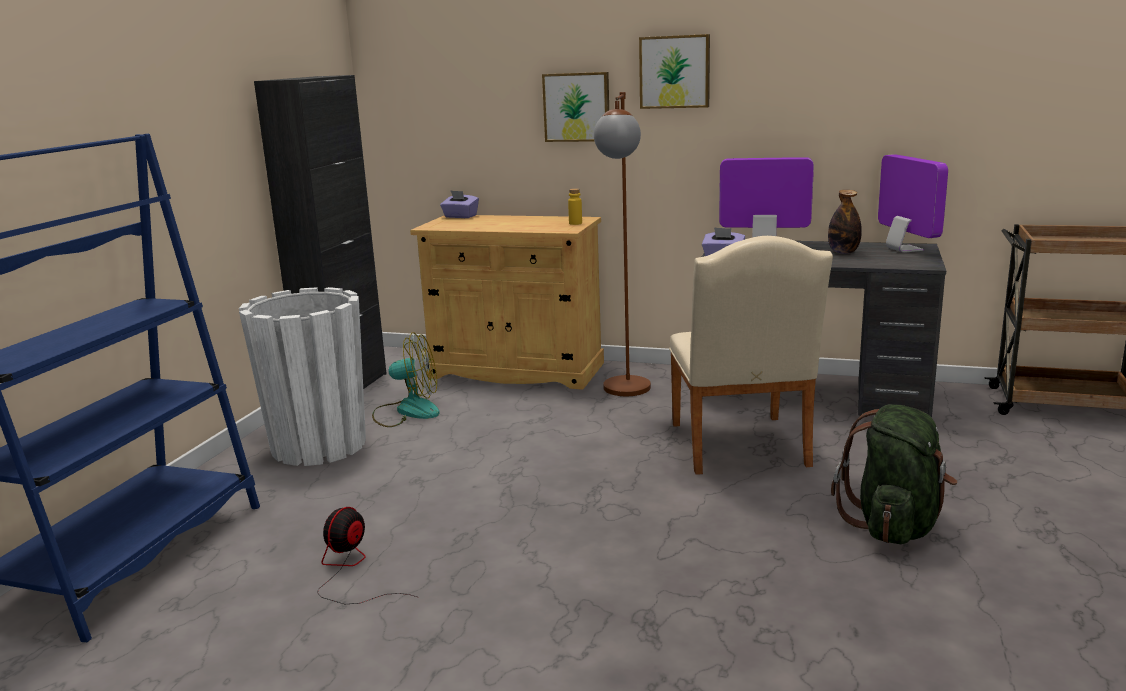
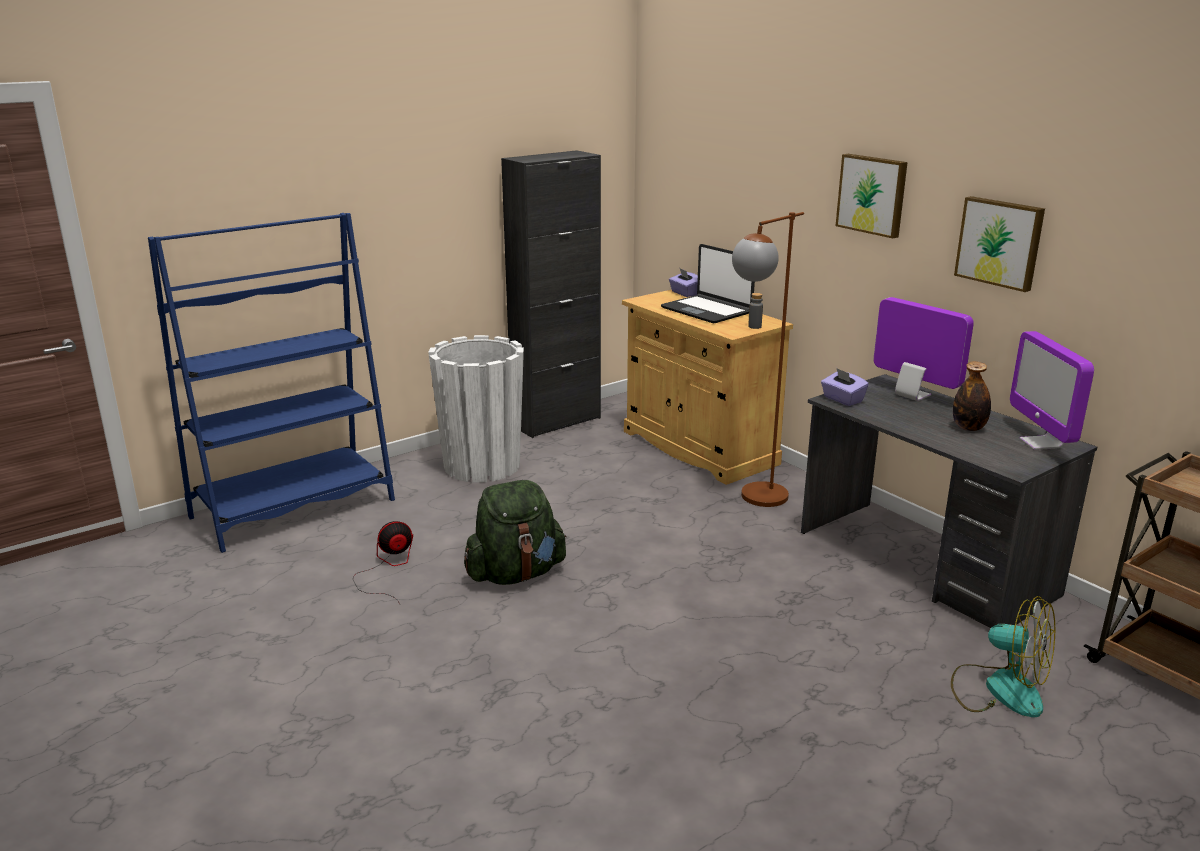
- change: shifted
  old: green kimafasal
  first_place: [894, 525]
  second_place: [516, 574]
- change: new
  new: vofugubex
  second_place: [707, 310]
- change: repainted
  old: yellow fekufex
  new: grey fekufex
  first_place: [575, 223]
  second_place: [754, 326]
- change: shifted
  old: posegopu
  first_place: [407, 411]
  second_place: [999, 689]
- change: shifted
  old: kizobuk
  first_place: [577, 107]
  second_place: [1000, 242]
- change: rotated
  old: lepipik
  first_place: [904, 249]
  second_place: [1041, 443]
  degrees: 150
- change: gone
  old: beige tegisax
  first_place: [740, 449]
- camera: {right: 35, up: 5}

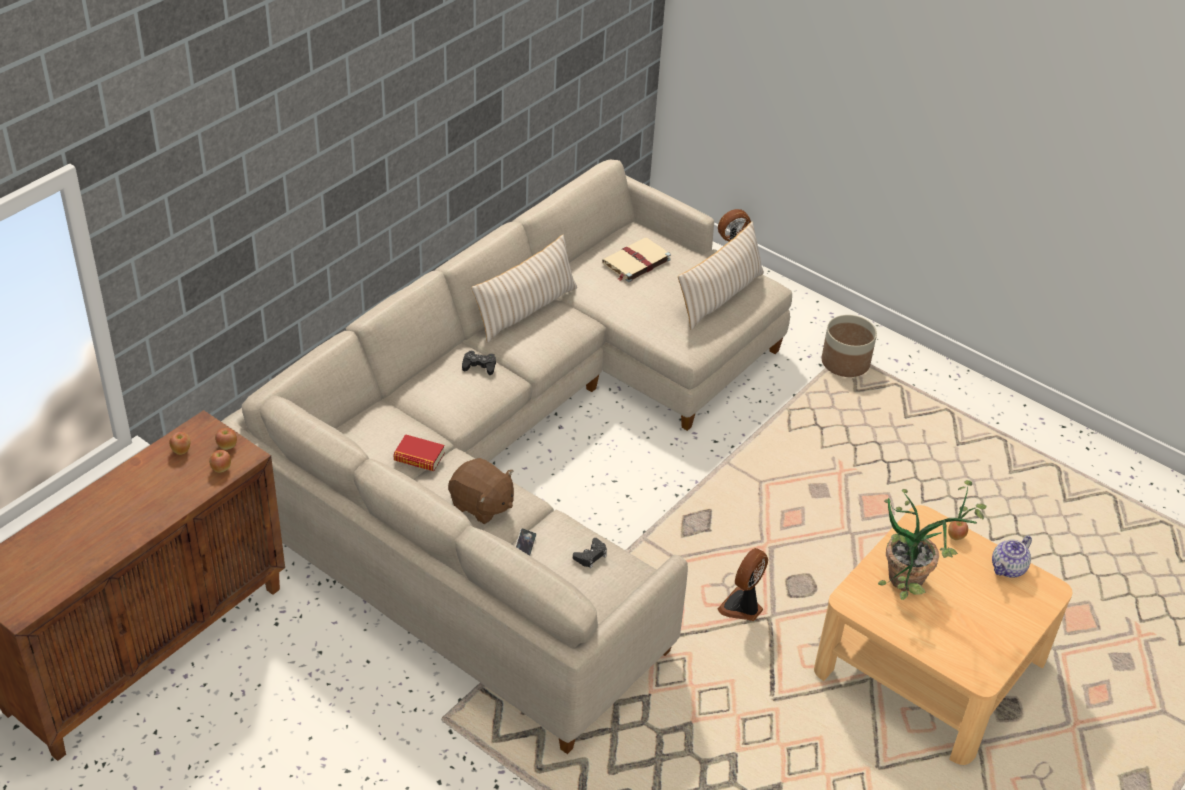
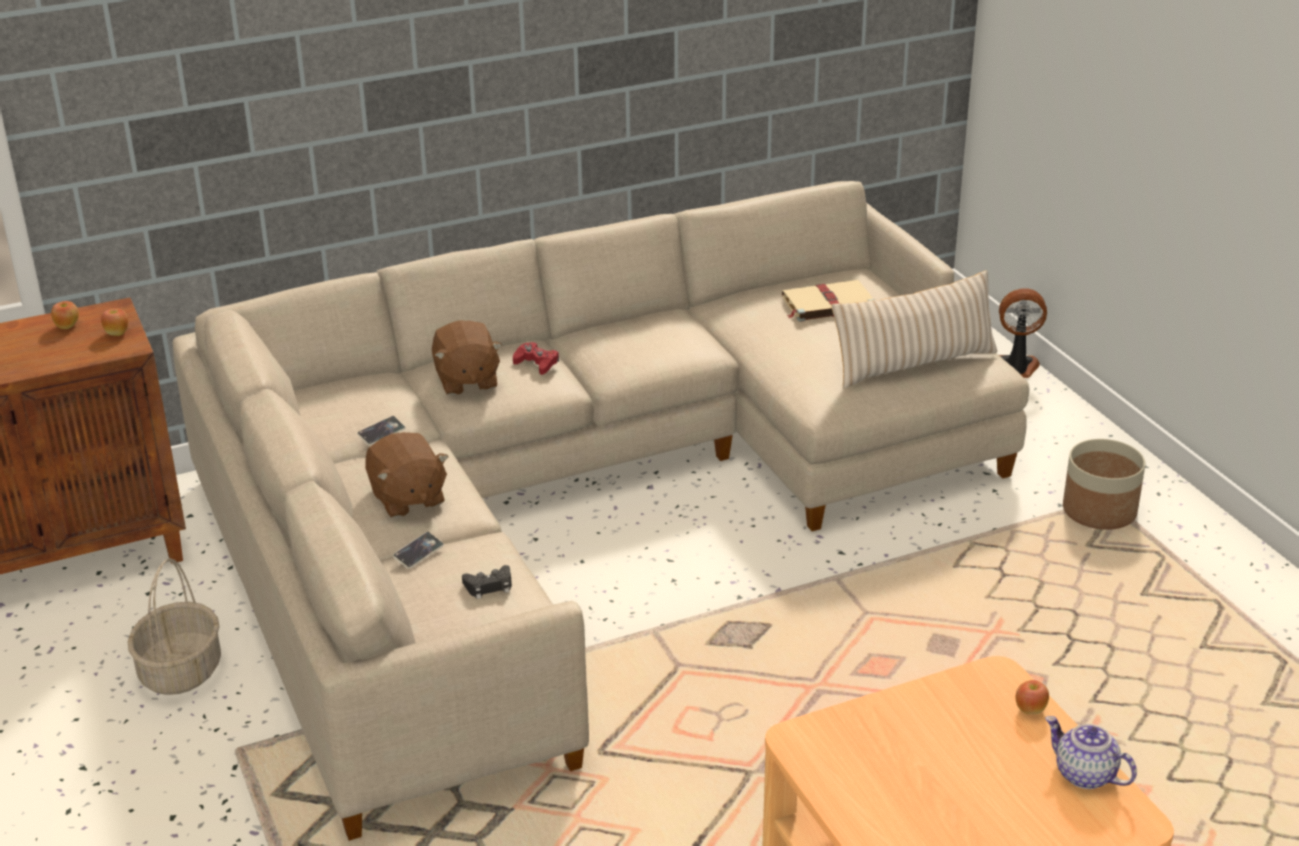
- change: new
  new: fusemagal
  second_place: [181, 672]
- change: swapped
  old: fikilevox
  new: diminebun
  first_place: [419, 457]
  second_place: [381, 433]
- change: new
  new: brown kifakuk
  second_place: [466, 381]
- change: repainted
  old: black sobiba
  new: red sobiba
  first_place: [479, 366]
  second_place: [536, 363]
- change: rotated
  old: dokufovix
  first_place: [1008, 568]
  second_place: [1084, 774]
  degrees: 60
- change: gone
  old: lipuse
  first_place: [221, 468]
- change: gone
  old: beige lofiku
  first_place: [526, 310]
- change: gone
  old: posegopu
  first_place: [742, 607]
- change: gone
  old: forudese
  first_place: [912, 585]
- camera: {right: 30, up: -10}

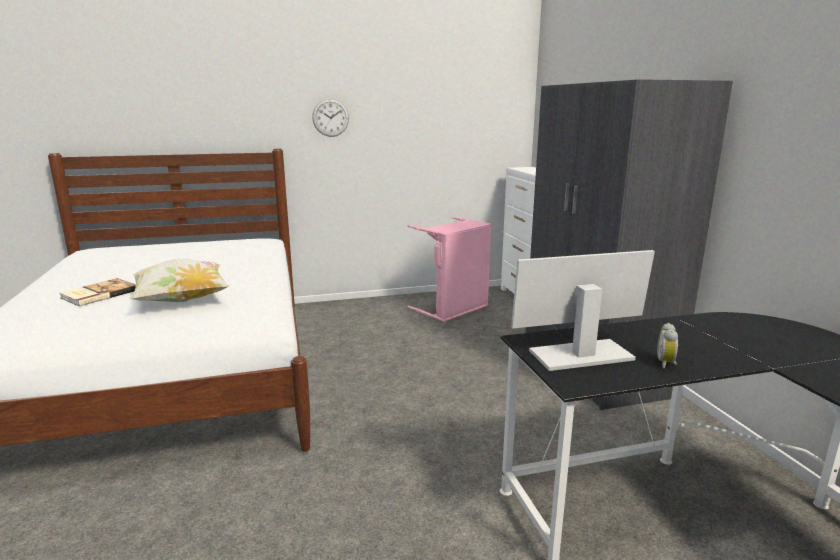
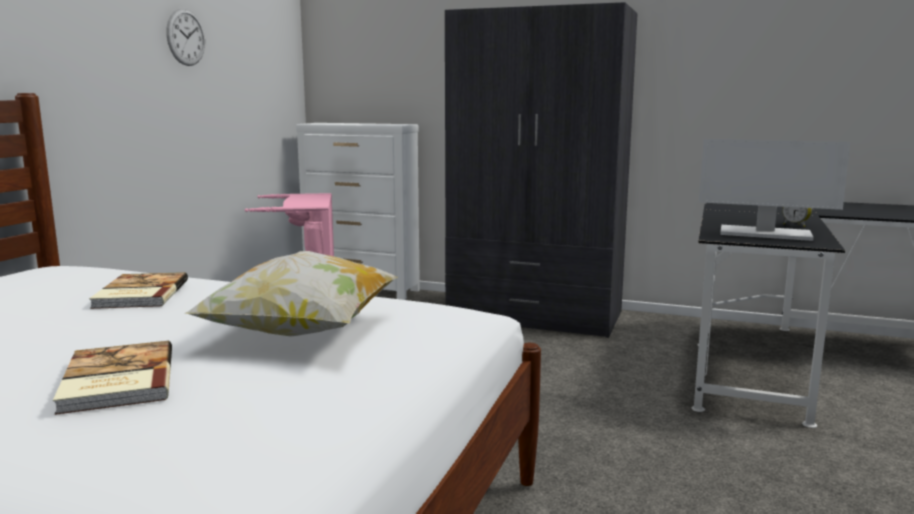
- change: new
  new: fikilevox
  second_place: [139, 294]
- change: shifted
  old: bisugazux
  first_place: [330, 117]
  second_place: [186, 37]
- change: rotated
  old: lepipik
  first_place: [581, 355]
  second_place: [764, 234]
  degrees: -90
- camera: {right: -55, up: -5}

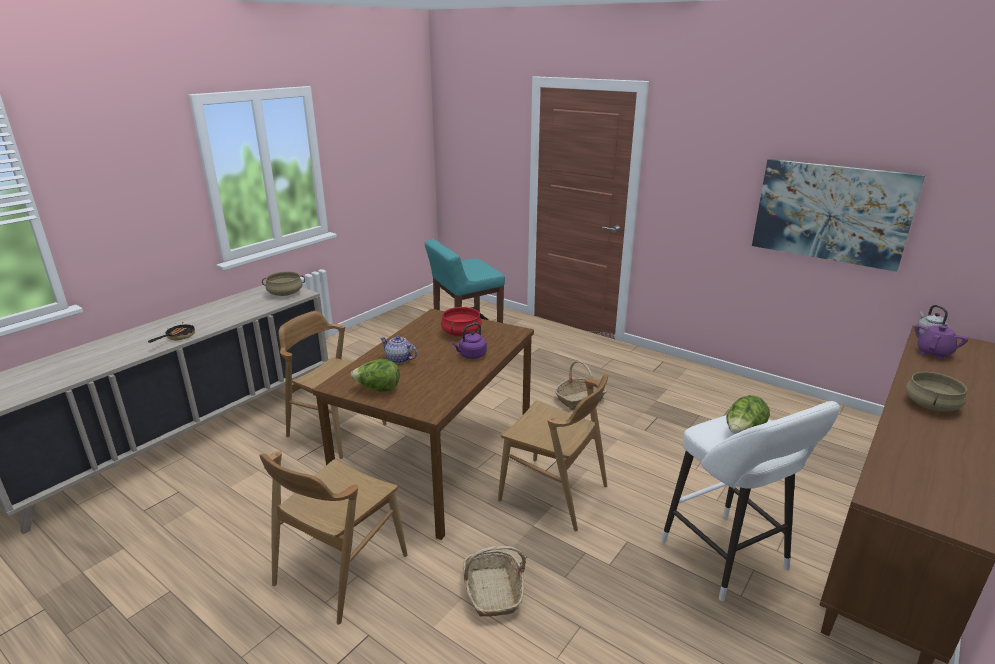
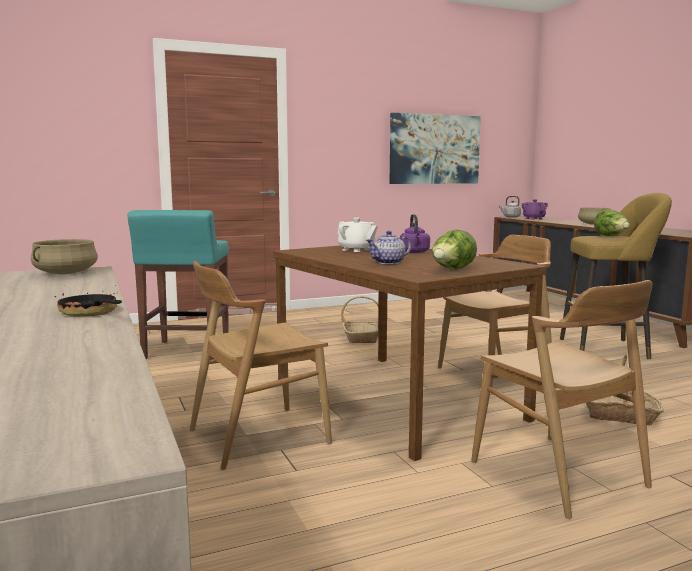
- change: swapped
  old: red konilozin
  new: white dokufovix
  first_place: [461, 333]
  second_place: [356, 250]
- change: repainted
  old: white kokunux
  new: yellow kokunux
  first_place: [728, 559]
  second_place: [608, 349]
- camera: {right: -60, up: -15}

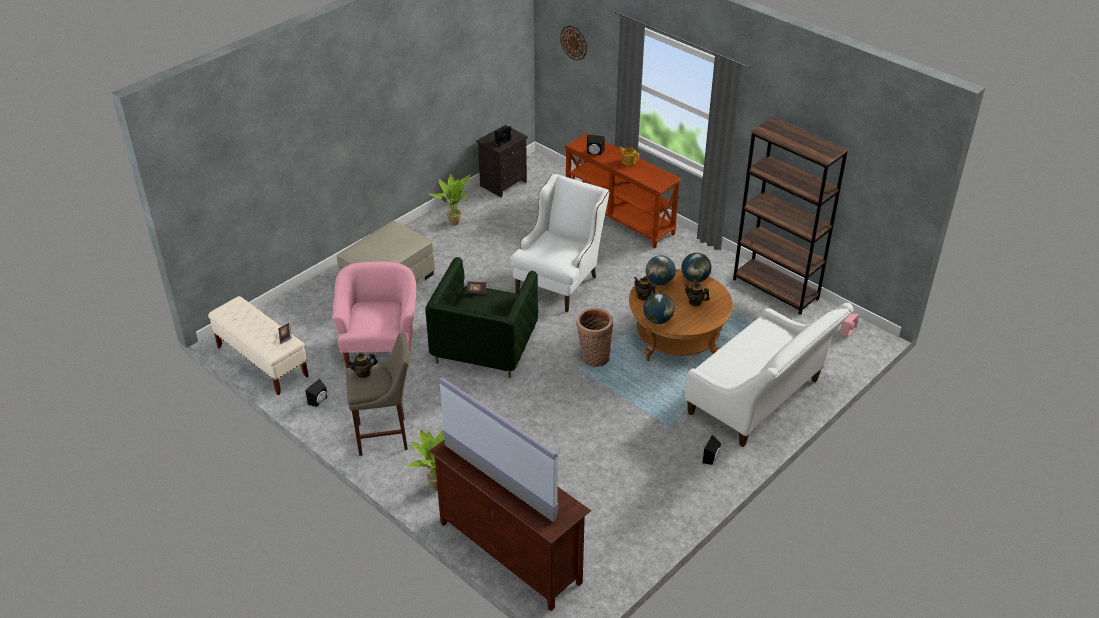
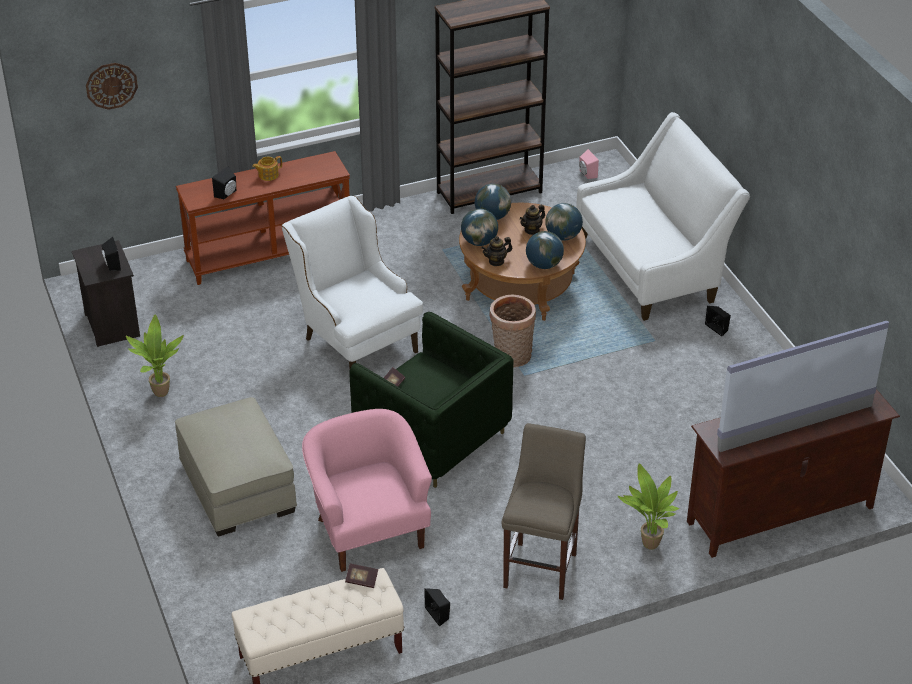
- change: rotated
  old: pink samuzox
  first_place: [380, 346]
  second_place: [369, 529]
  degrees: 45
- change: new
  new: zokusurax
  second_place: [563, 236]
- change: gone
  old: dokufovix
  first_place: [363, 373]
- camera: {right: -65, up: 0}

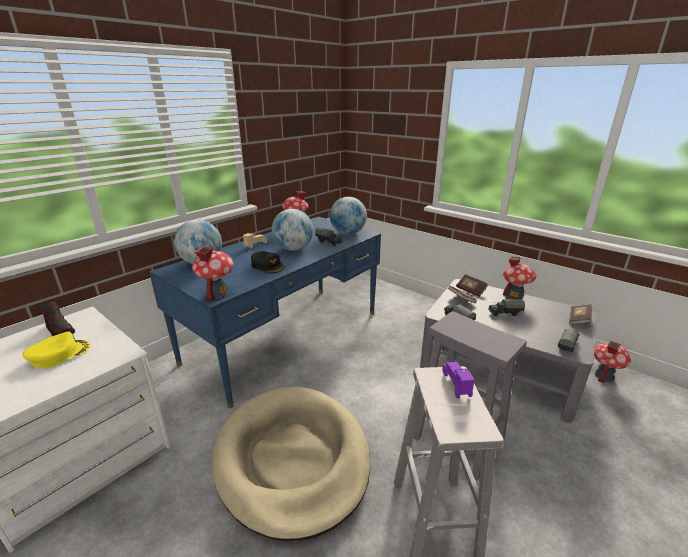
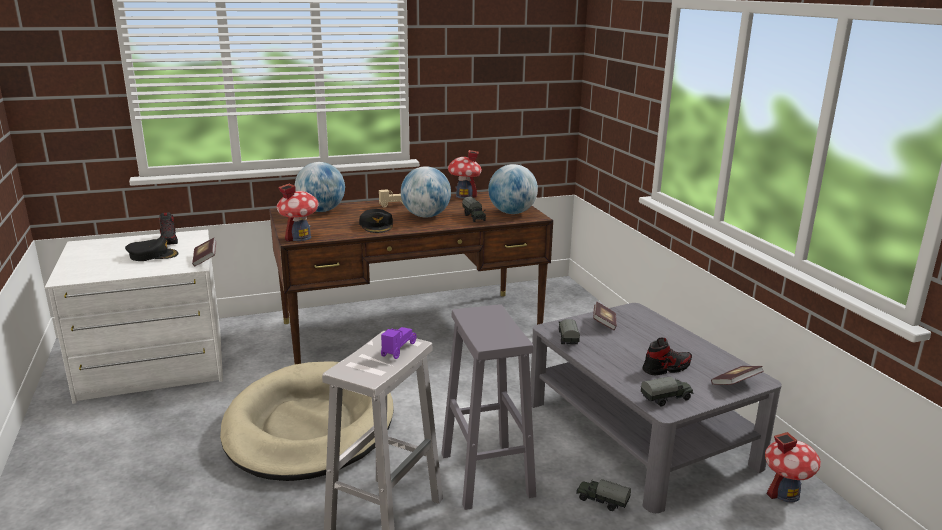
- change: repainted
  old: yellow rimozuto
  new: black rimozuto
  first_place: [59, 354]
  second_place: [153, 255]
- change: shifted
  old: fikilevox
  first_place: [471, 290]
  second_place: [205, 259]
- change: repainted
  old: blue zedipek
  new: brown zedipek
  first_place: [285, 336]
  second_place: [411, 328]
- change: shifted
  old: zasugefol
  first_place: [504, 313]
  second_place: [601, 501]
- change: new
  new: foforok
  second_place: [666, 368]
- change: gone
  old: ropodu
  first_place: [514, 296]
- camera: {right: 30, up: -5}

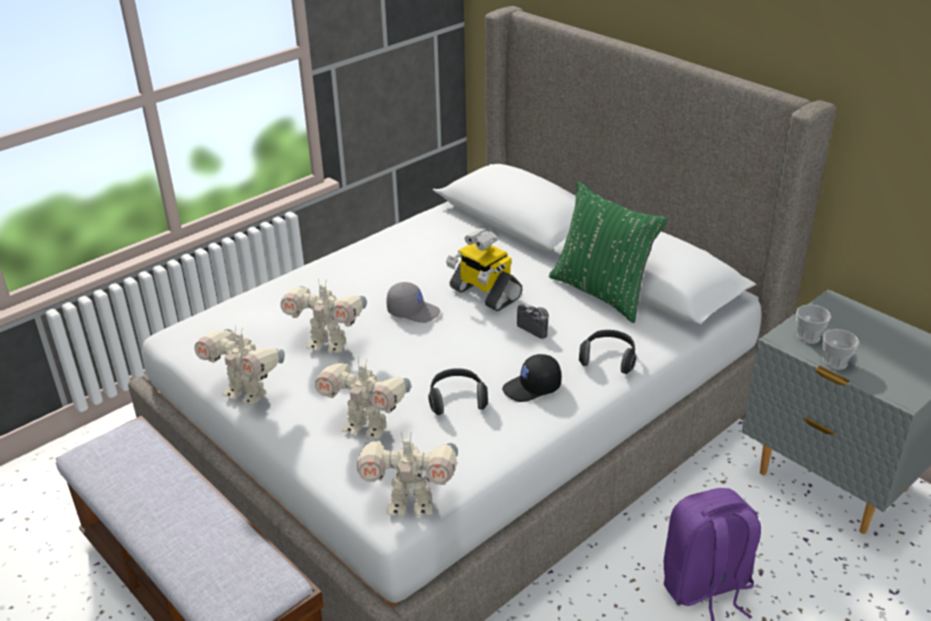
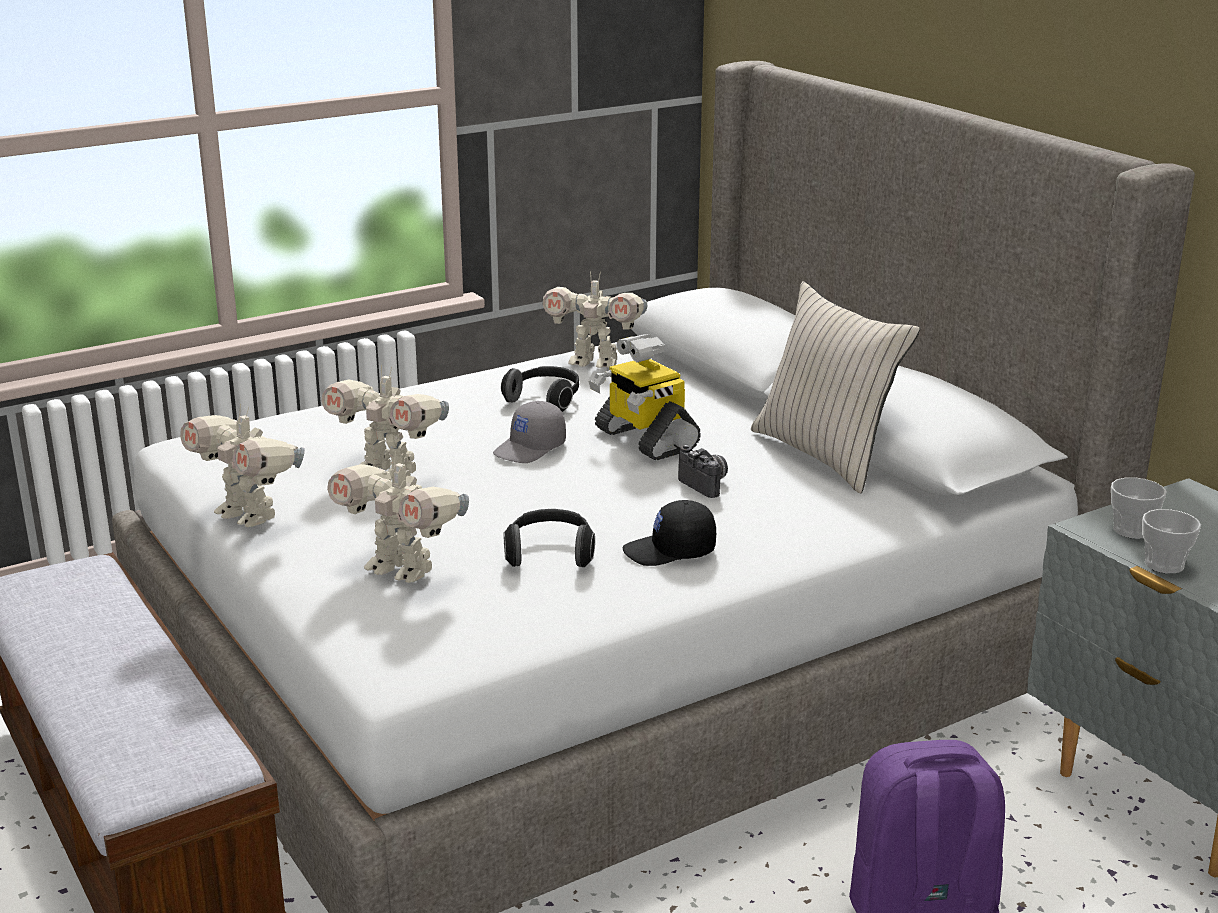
- change: rotated
  old: grey rimozuto
  first_place: [413, 311]
  second_place: [530, 449]
  degrees: 105
- change: shifted
  old: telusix
  first_place: [608, 359]
  second_place: [545, 400]
- change: shifted
  old: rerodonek
  first_place: [410, 504]
  second_place: [594, 362]
- change: repainted
  old: green lofiku
  new: beige lofiku
  first_place: [602, 293]
  second_place: [826, 455]
- camera: {right: 10, up: -10}

